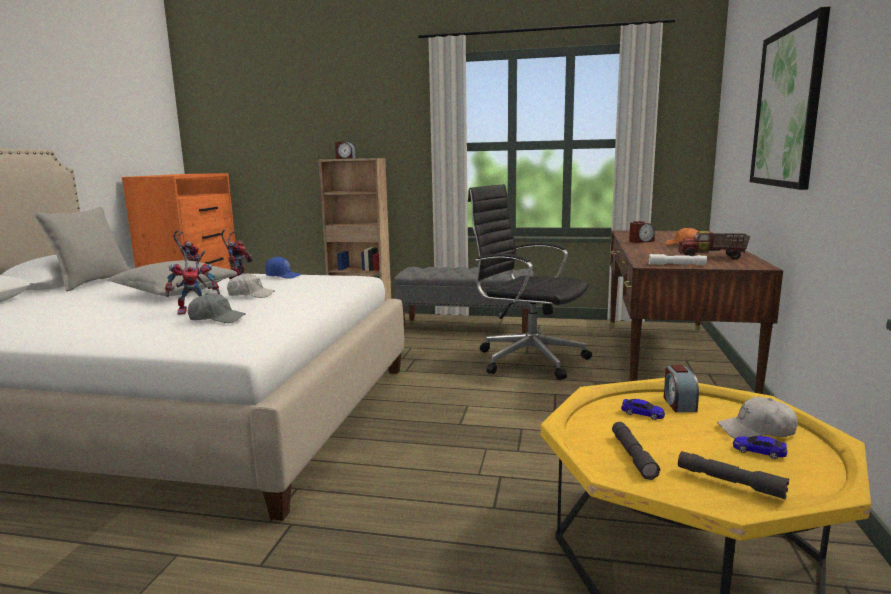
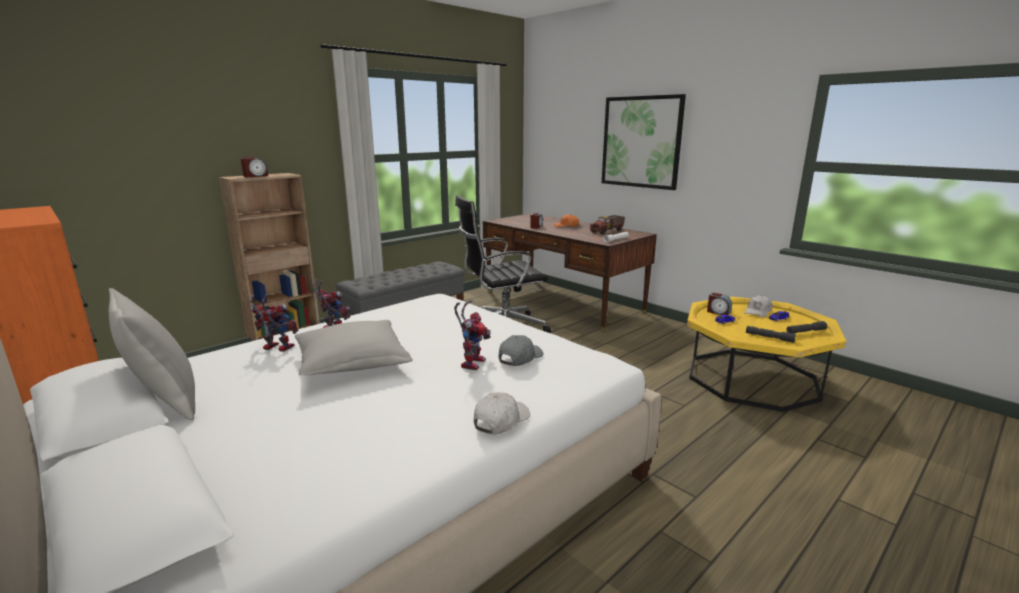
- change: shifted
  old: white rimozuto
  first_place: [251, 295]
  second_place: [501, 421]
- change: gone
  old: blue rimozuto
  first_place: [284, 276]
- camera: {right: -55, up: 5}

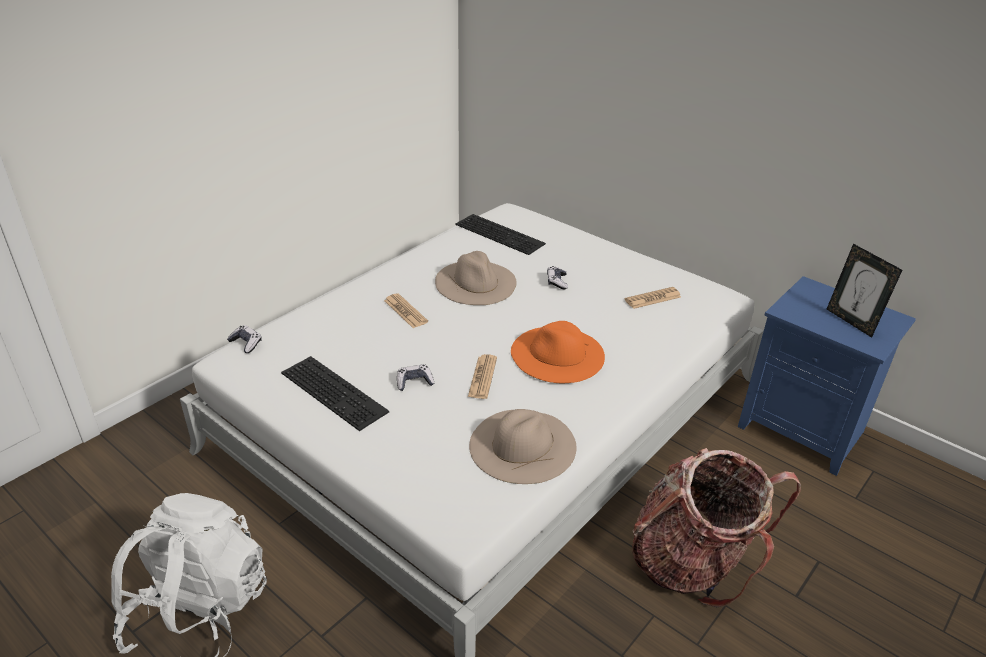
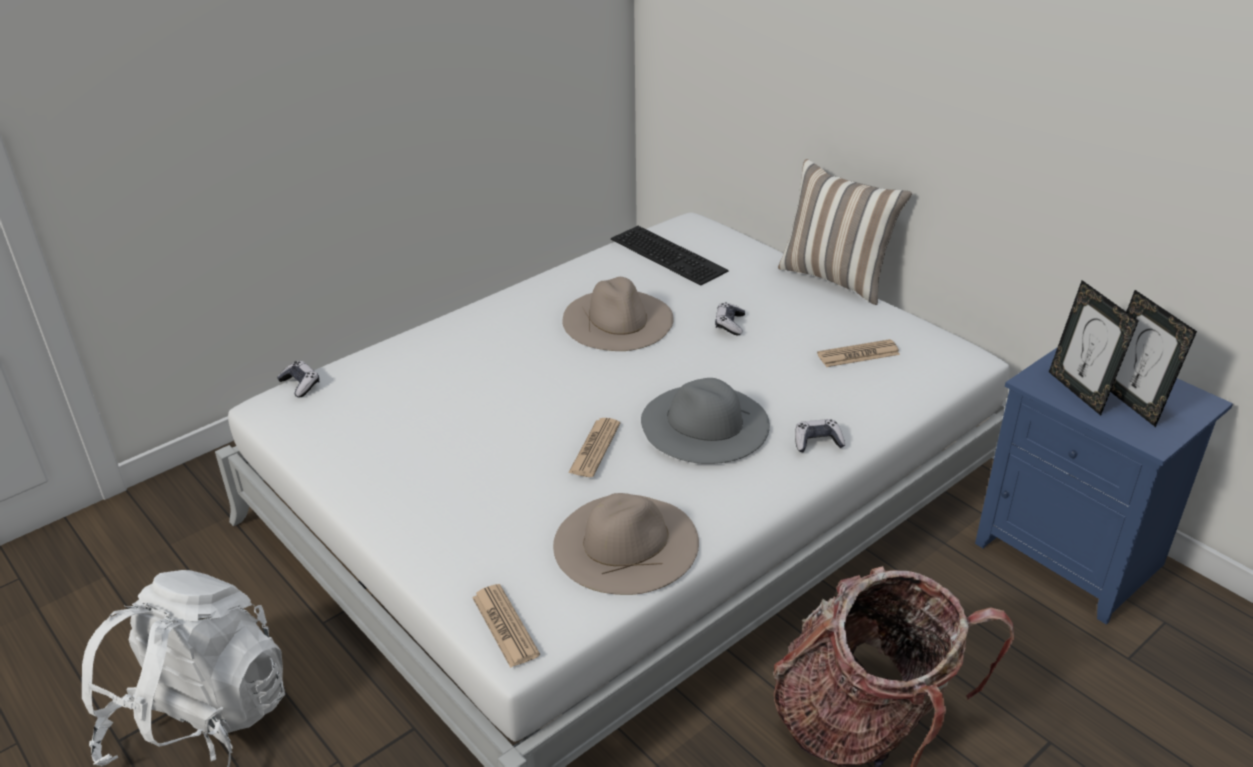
- change: shifted
  old: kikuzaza
  first_place: [405, 311]
  second_place: [505, 626]
- change: repainted
  old: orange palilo
  new: grey palilo
  first_place: [557, 354]
  second_place: [704, 423]
- change: new
  new: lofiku
  second_place: [837, 278]
- change: shifted
  old: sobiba
  first_place: [414, 382]
  second_place: [817, 442]
- change: new
  new: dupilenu
  second_place: [1079, 391]
- change: gone
  old: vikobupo
  first_place: [336, 391]
- camera: {right: 10, up: 0}

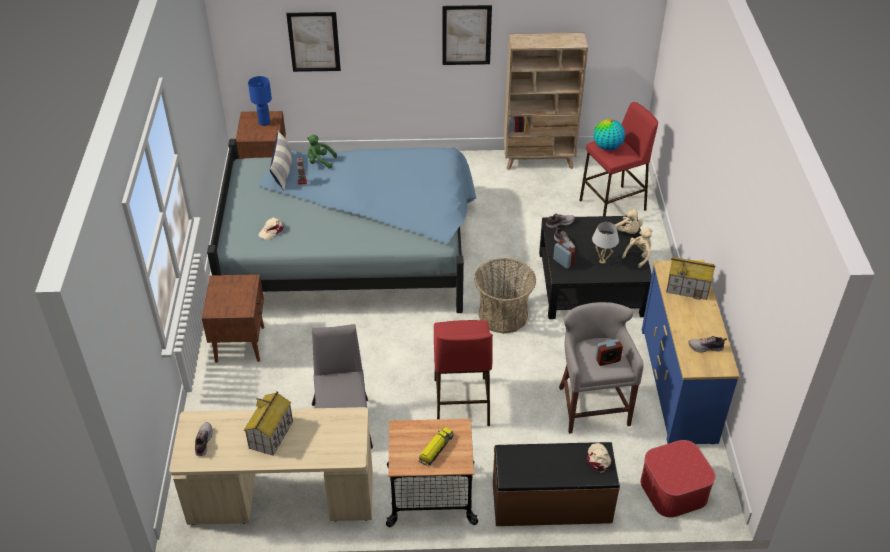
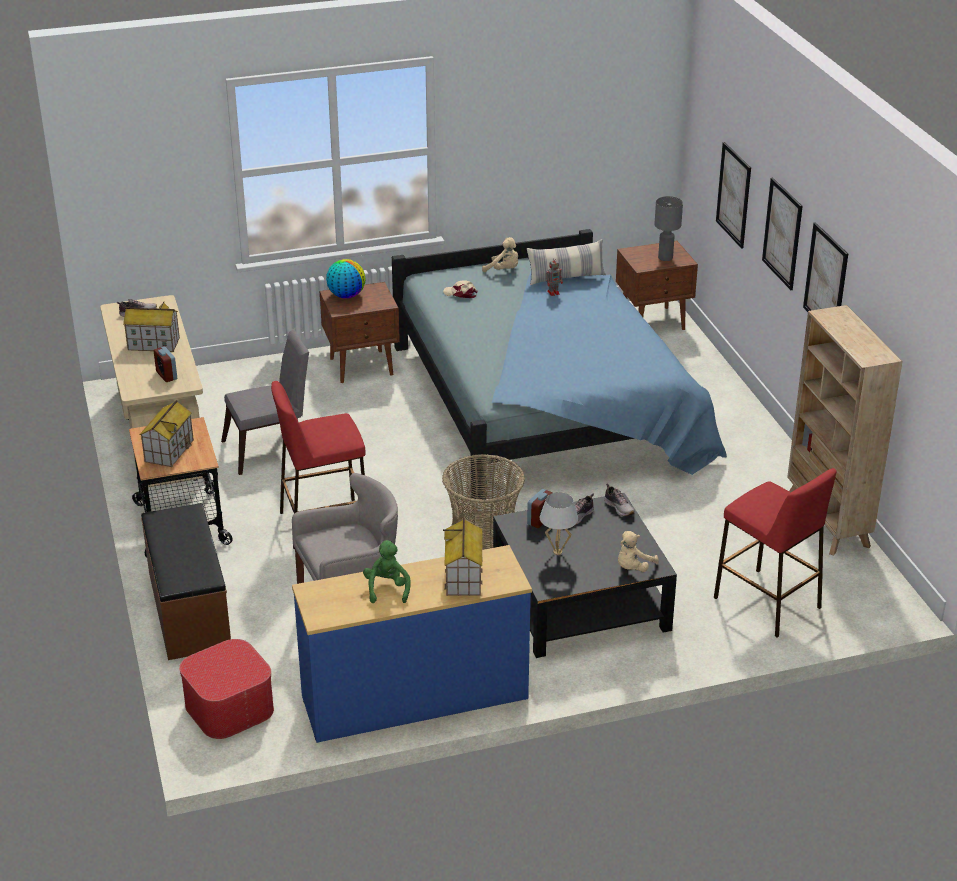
- change: swapped
  old: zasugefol
  new: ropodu
  first_place: [436, 449]
  second_place: [169, 450]
- change: shifted
  old: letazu
  first_place: [607, 360]
  second_place: [166, 375]
- change: shifted
  old: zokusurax
  first_place: [607, 147]
  second_place: [346, 296]
- change: shifted
  old: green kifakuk
  first_place: [320, 161]
  second_place: [387, 589]
- change: shifted
  old: beige kifakuk
  first_place: [638, 256]
  second_place: [503, 270]
- change: repainted
  old: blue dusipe
  new: grey dusipe
  first_place: [264, 122]
  second_place: [665, 257]
- change: new
  new: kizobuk
  second_place: [782, 233]
- change: gone
  old: beige rimozuto
  first_place: [598, 459]
- change: gone
  old: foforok
  first_place: [706, 348]
- camera: {right: 75, up: -10}

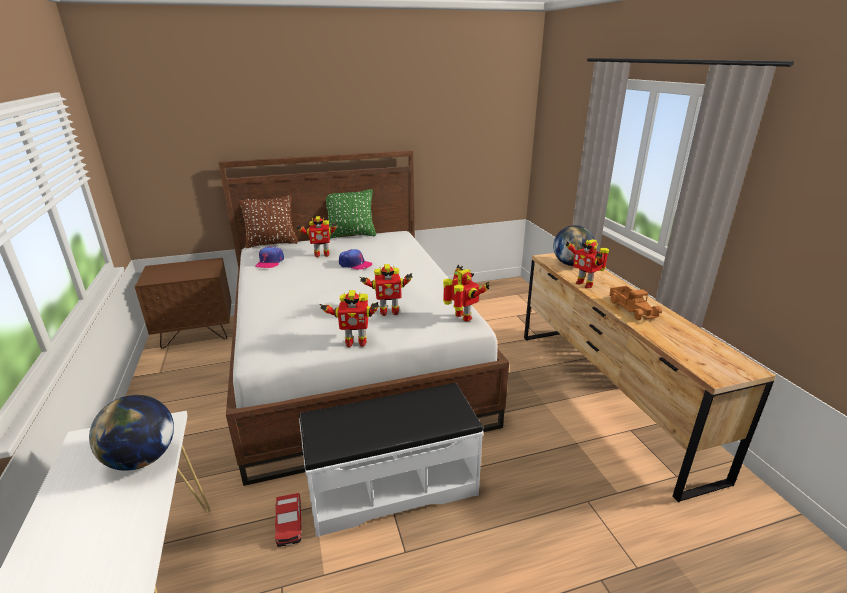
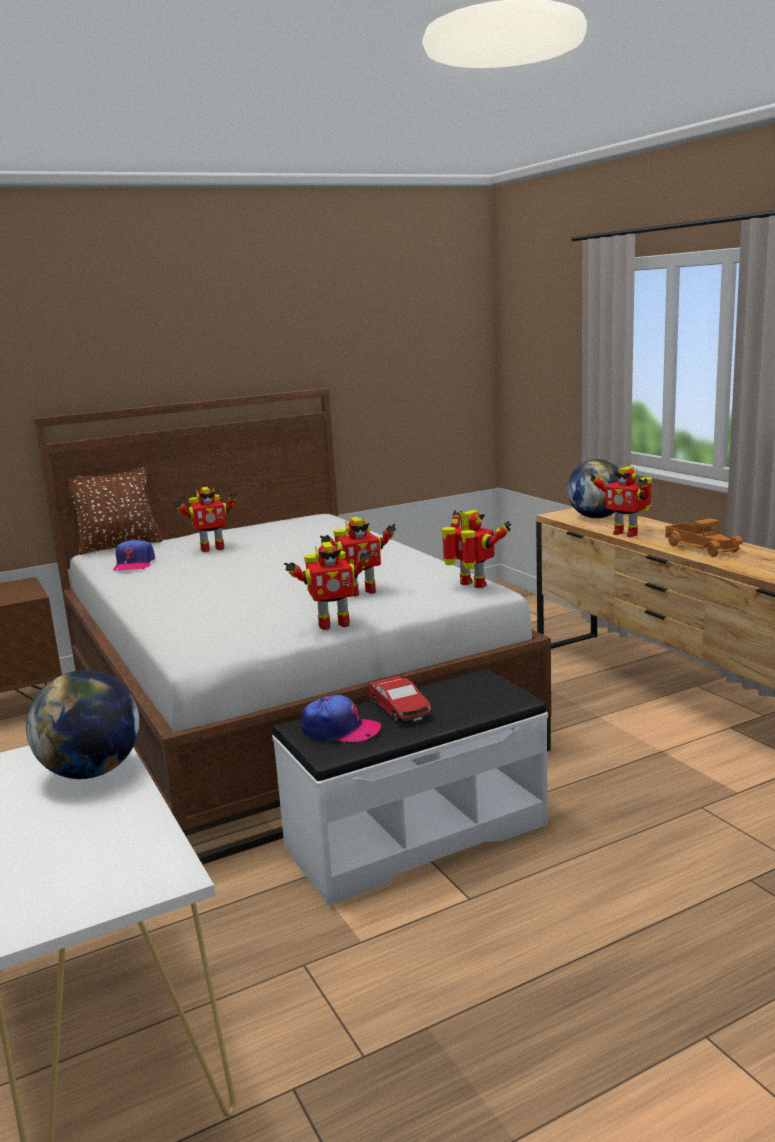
- change: shifted
  old: rimozuto
  first_place: [355, 264]
  second_place: [340, 730]
- change: shifted
  old: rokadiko
  first_place: [289, 523]
  second_place: [400, 709]
- change: gone
  old: green lofiku
  first_place: [351, 235]
- camera: {right: -10, up: -10}

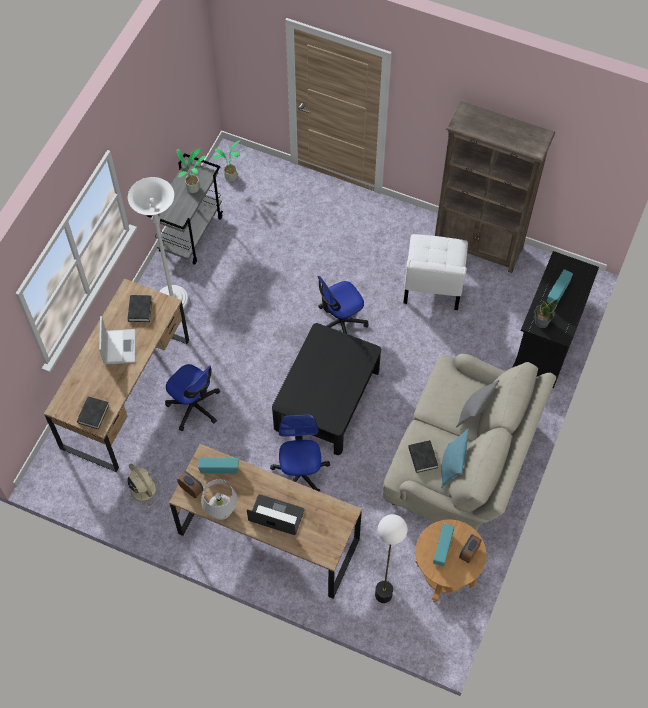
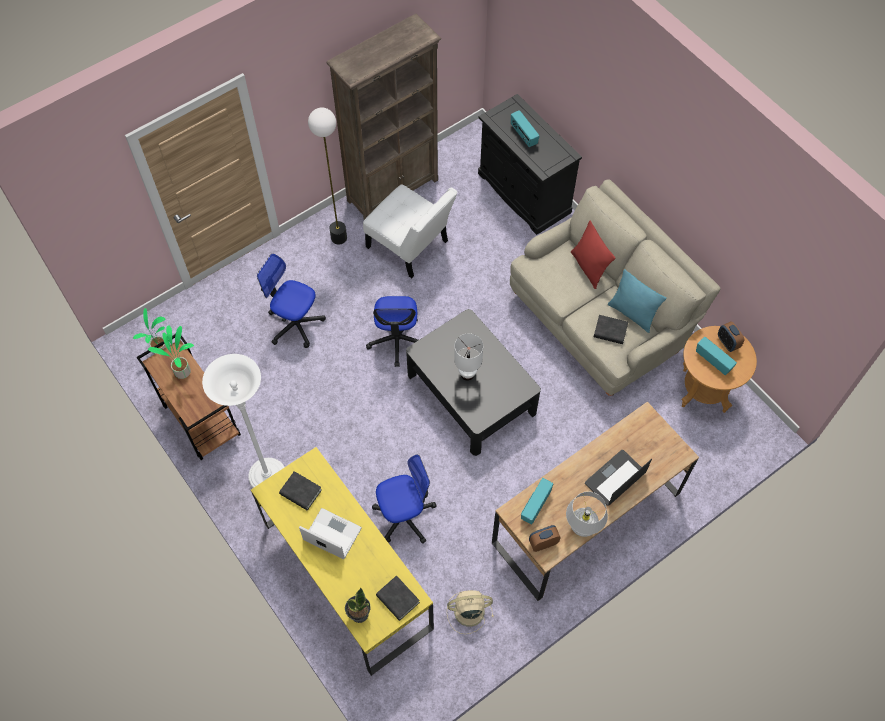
- change: repainted
  old: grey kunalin
  new: brown kunalin
  first_place: [191, 233]
  second_place: [200, 420]
- change: repainted
  old: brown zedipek
  new: yellow zedipek
  first_place: [126, 393]
  second_place: [347, 575]
- change: shifted
  old: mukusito
  first_place: [300, 473]
  second_place: [295, 324]
- change: shifted
  old: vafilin
  first_place: [383, 595]
  second_place: [339, 238]
- change: shifted
  old: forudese
  first_place: [541, 321]
  second_place: [359, 614]
- change: new
  new: white dusipe
  second_place: [467, 374]
- change: repainted
  old: grey lofiku
  new: red lofiku
  first_place: [474, 412]
  second_place: [588, 268]
- camera: {right: -60, up: 0}

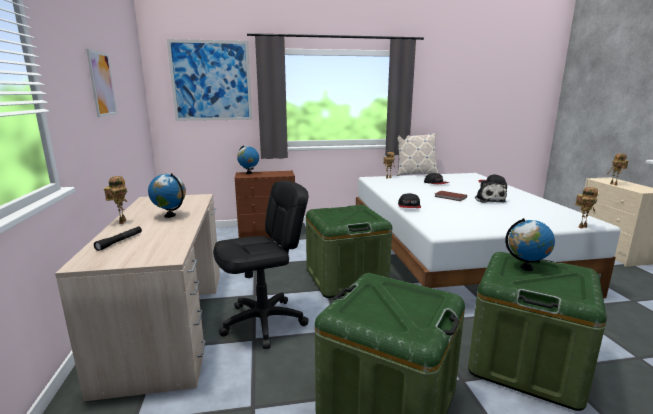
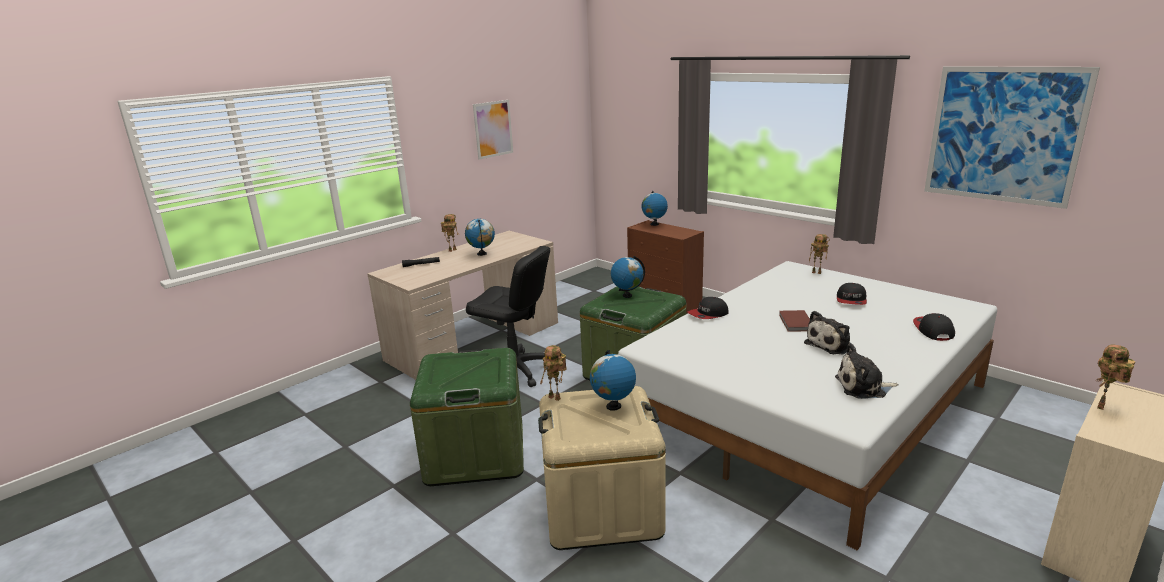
- change: repainted
  old: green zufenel
  new: beige zufenel
  first_place: [526, 363]
  second_place: [602, 508]
- change: shifted
  old: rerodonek
  first_place: [582, 227]
  second_place: [556, 397]
- change: new
  new: zokusurax
  second_place: [627, 295]
- change: new
  new: kifakuk
  second_place: [863, 387]
- change: shifted
  old: kizobuk
  first_place: [211, 81]
  second_place: [1003, 135]
- change: gone
  old: lofiku
  first_place: [415, 174]
- camera: {right: 55, up: 5}

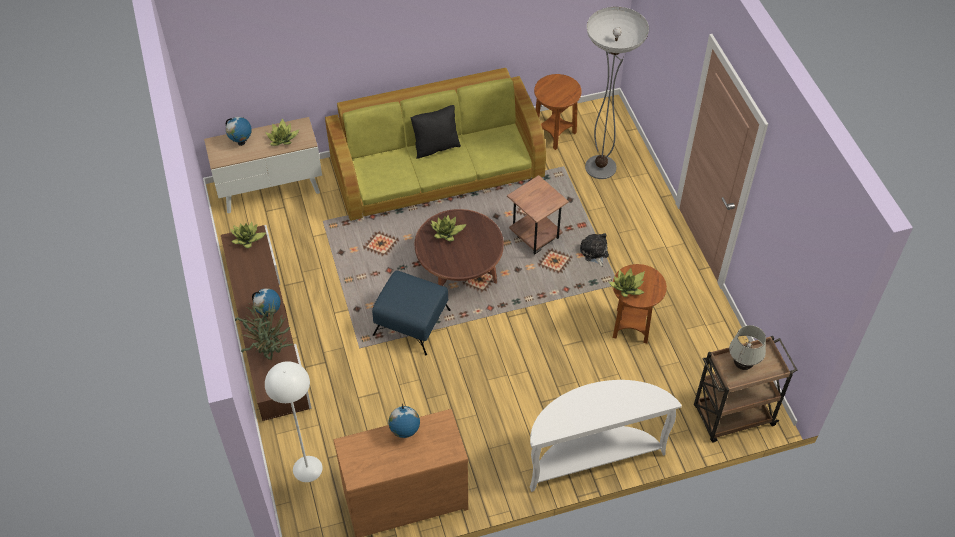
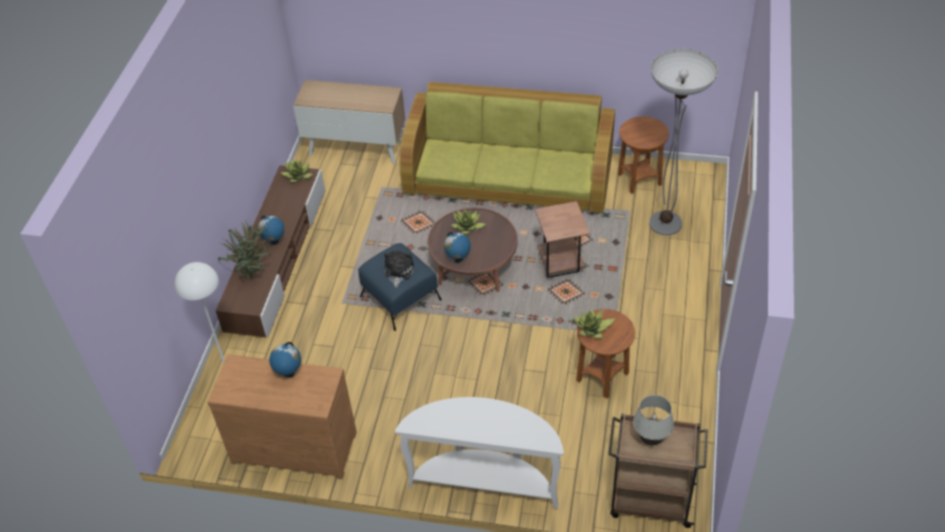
- change: shifted
  old: kifakuk
  first_place: [594, 253]
  second_place: [398, 272]
- change: shifted
  old: zokusurax
  first_place: [241, 142]
  second_place: [458, 259]
- change: gone
  old: forudese
  first_place: [283, 139]
- change: gone
  old: black lofiku
  first_place: [436, 146]
- camera: {right: 30, up: -5}

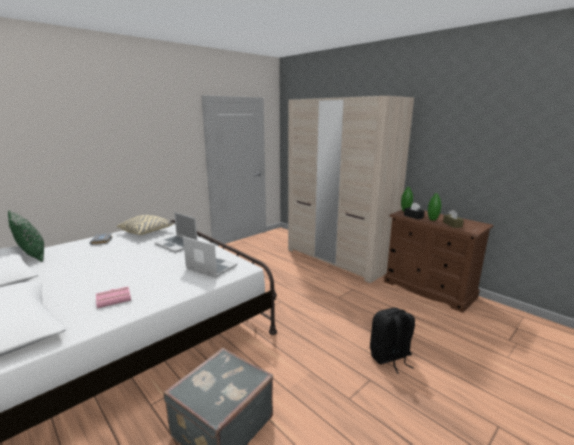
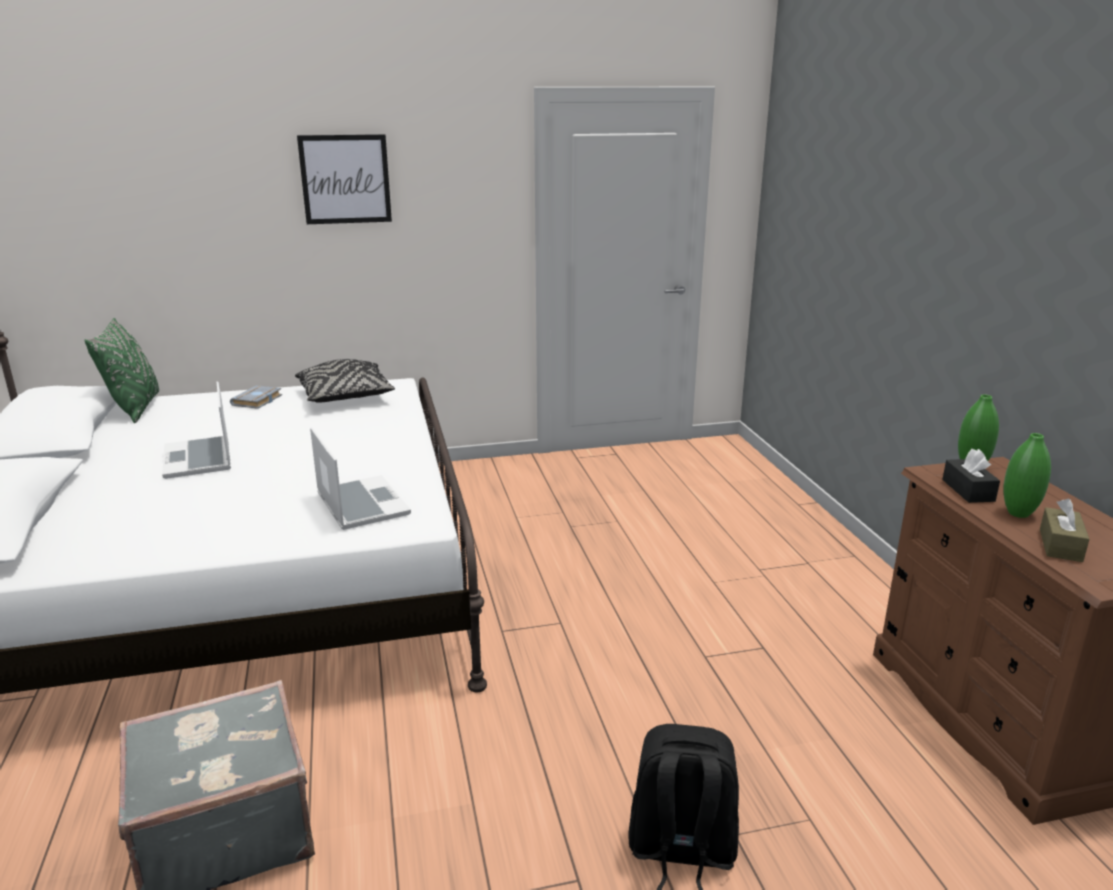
- change: shifted
  old: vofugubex
  first_place: [177, 244]
  second_place: [199, 459]
- change: repainted
  old: beige lofiku
  new: black lofiku
  first_place: [147, 232]
  second_place: [346, 397]
- change: new
  new: kizobuk
  second_place: [345, 179]
- change: gone
  old: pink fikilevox
  first_place: [114, 299]
- change: gone
  old: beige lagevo
  first_place: [338, 258]
- camera: {right: 30, up: 5}

